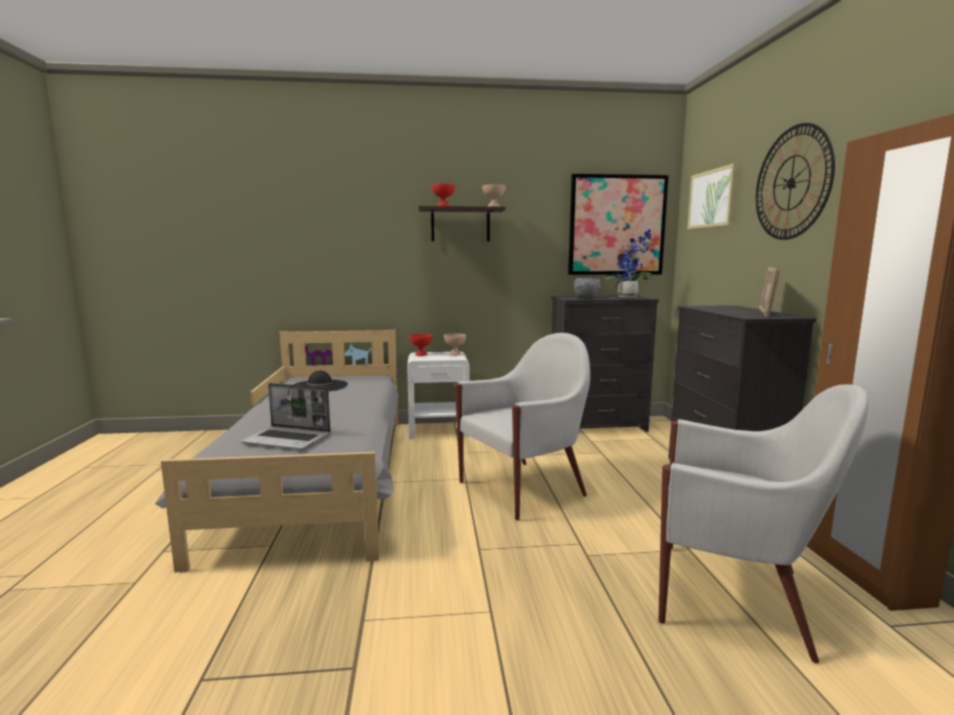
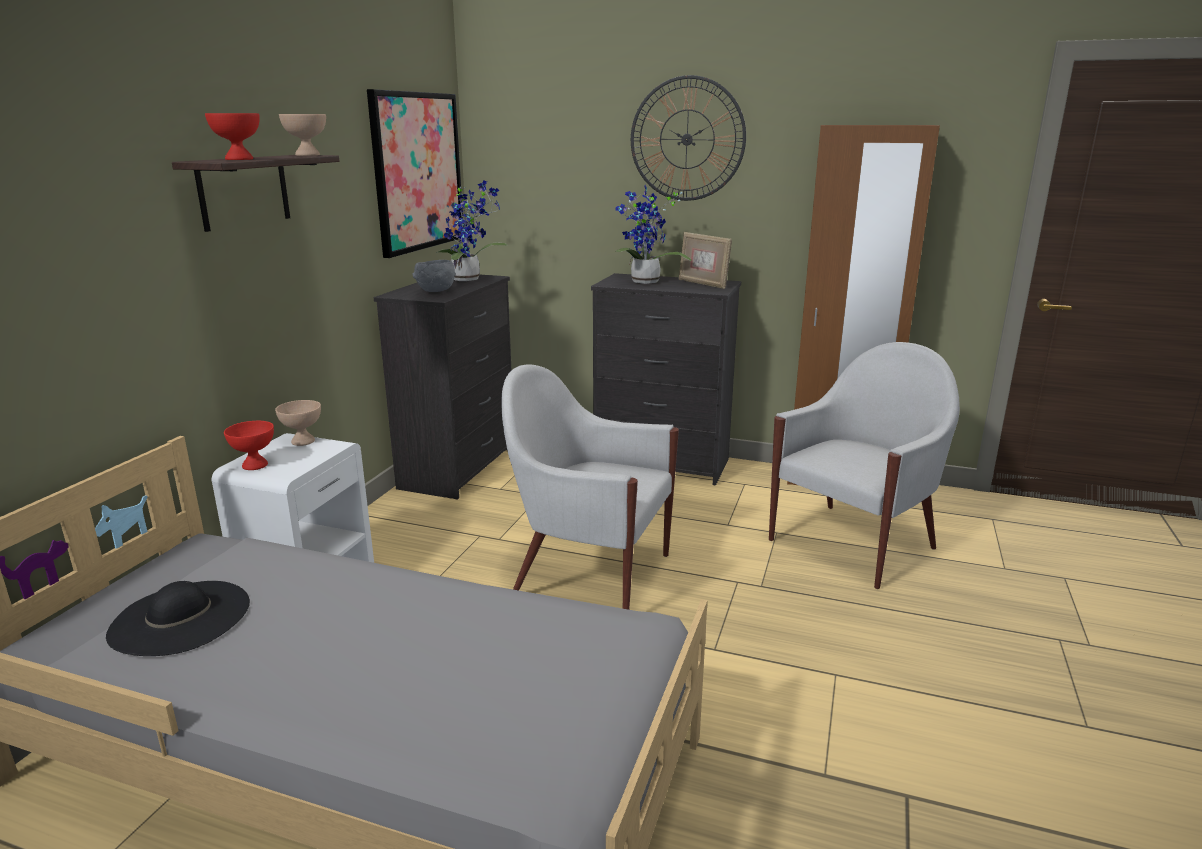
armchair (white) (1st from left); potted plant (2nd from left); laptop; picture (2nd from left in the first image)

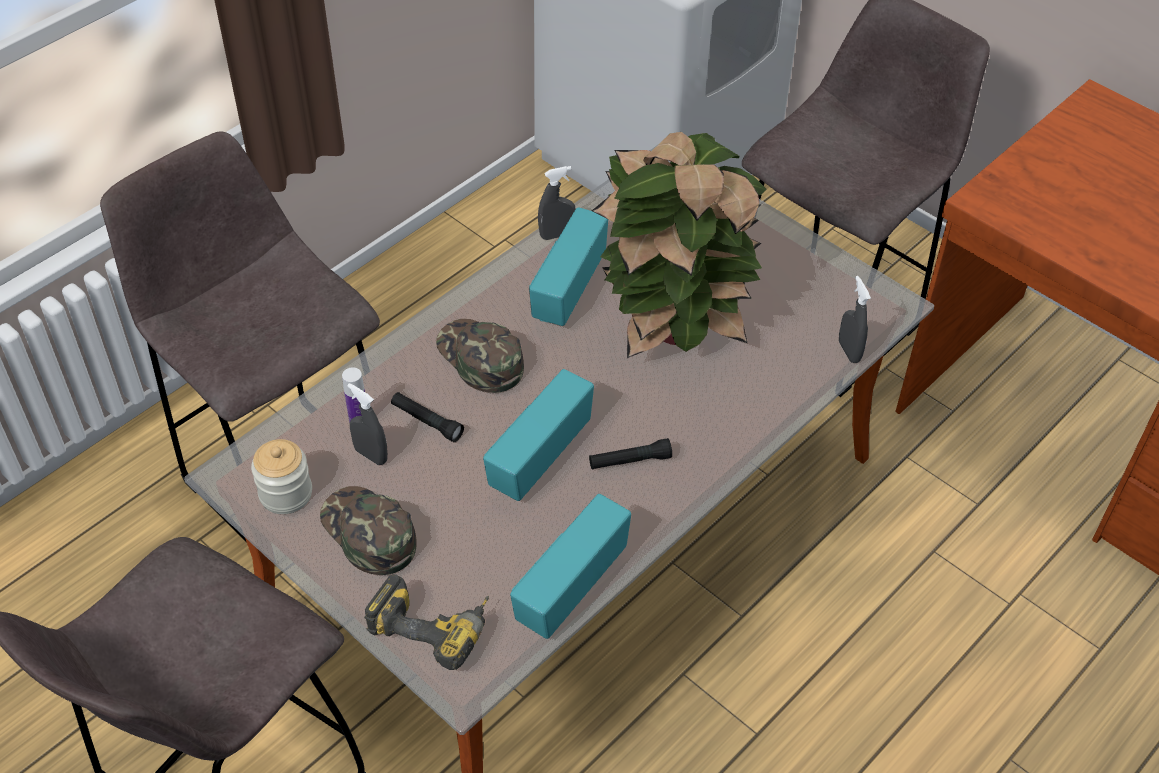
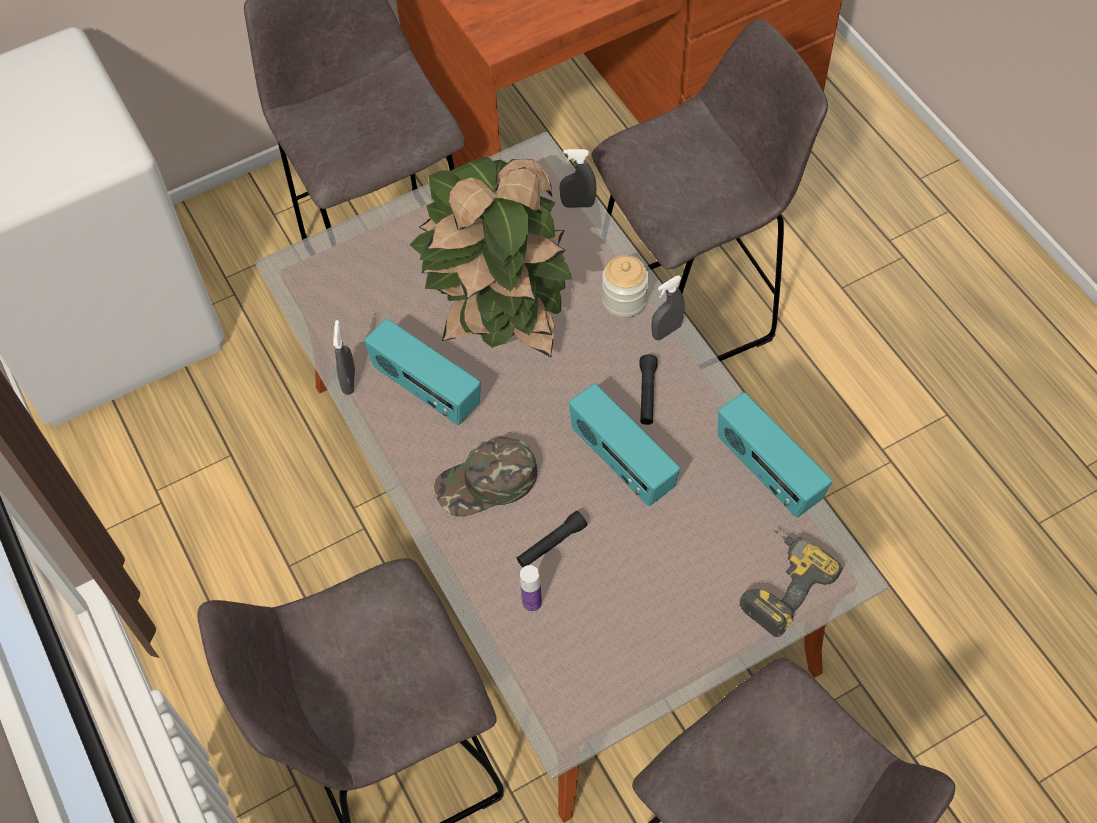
stool (grey) (3rd from left); jar; spray bottle (grey) (3rd from left); cap (green) (1st from left in the first image)

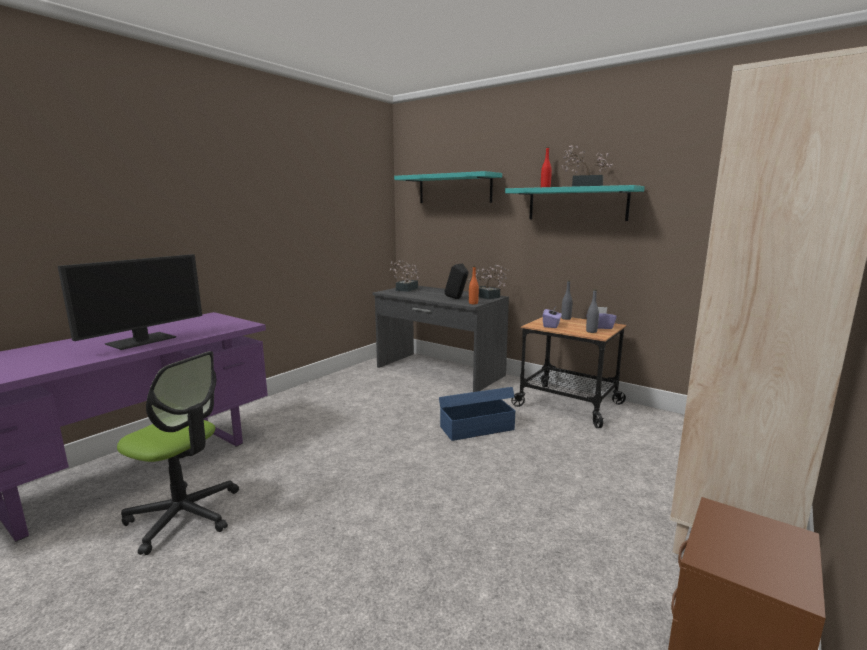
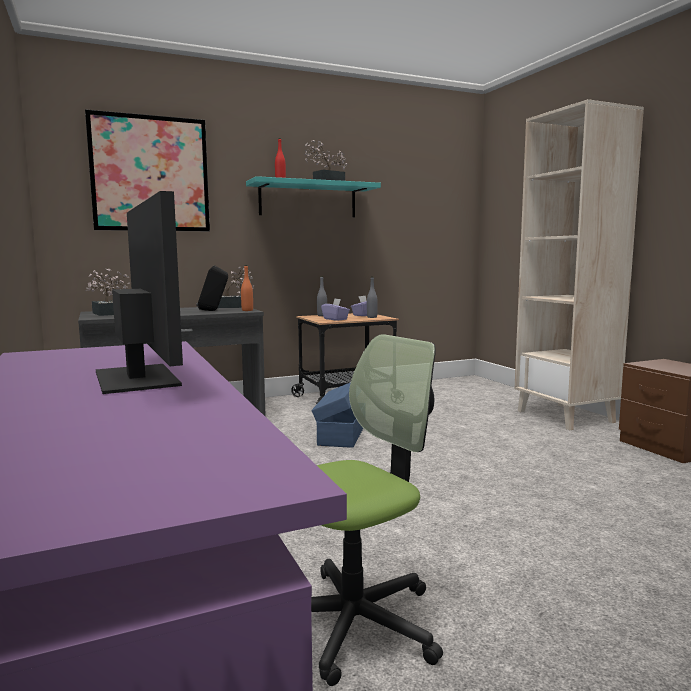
picture

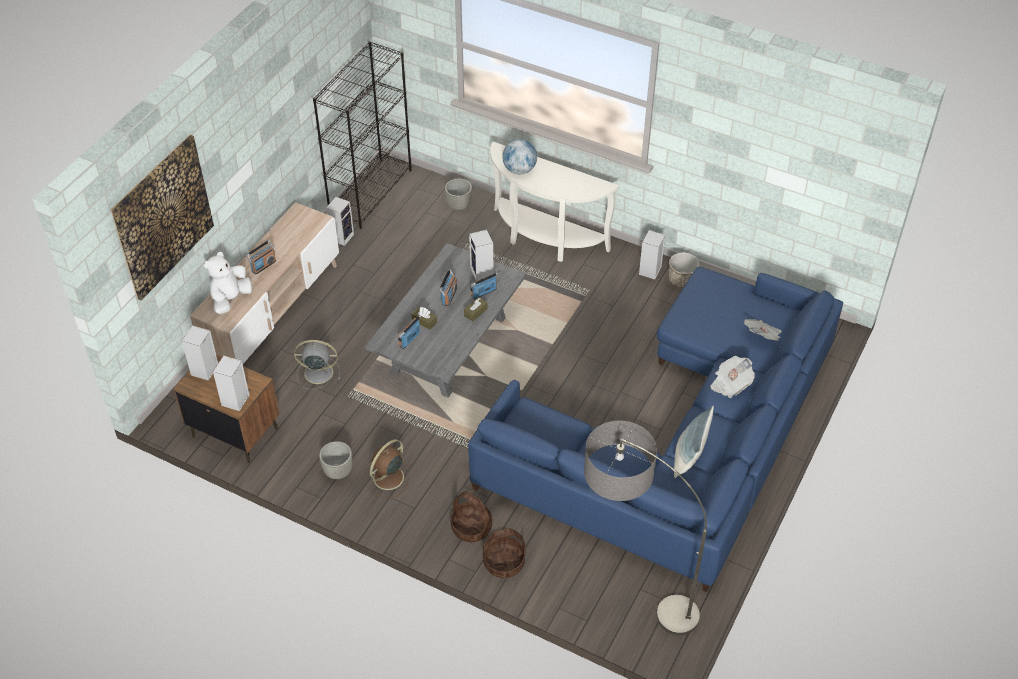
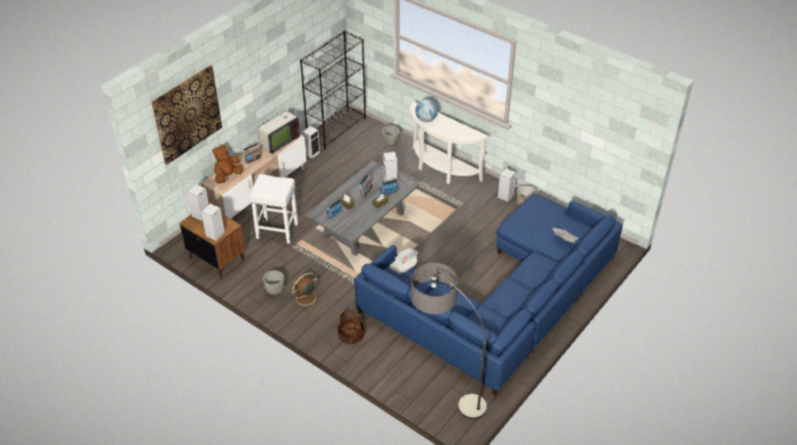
plush toy (brown); stool (white); television; newspaper (1st from left); basket (2nd from left in the first image); pillow

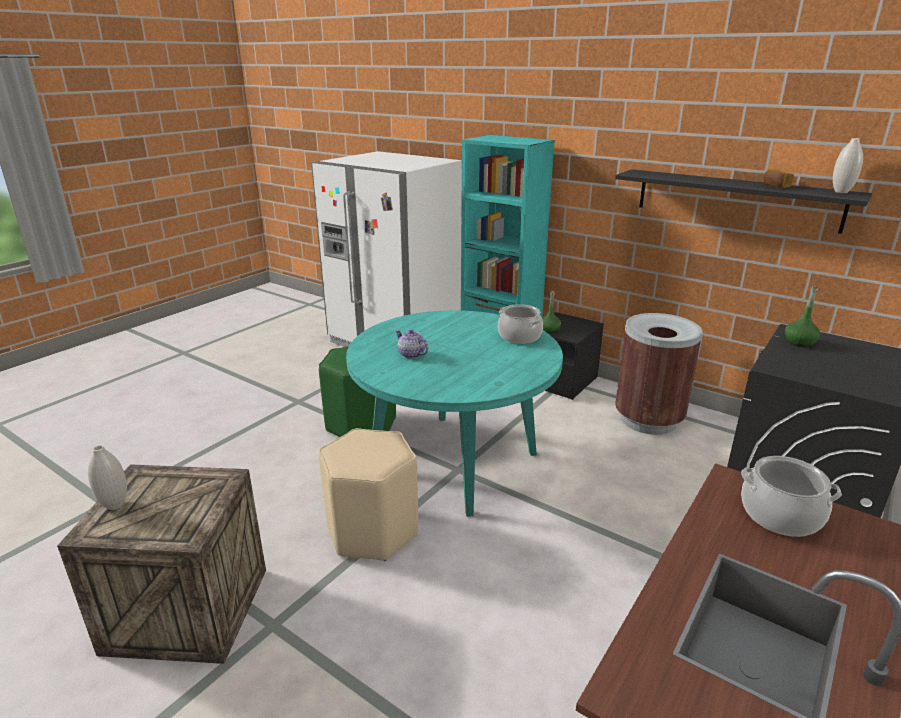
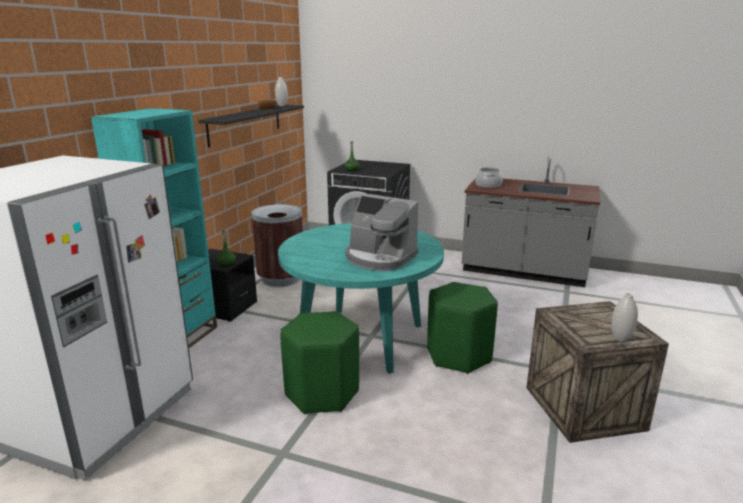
coffee machine; stool (green) (2nd from left); cooking pot (1st from left in the first image)

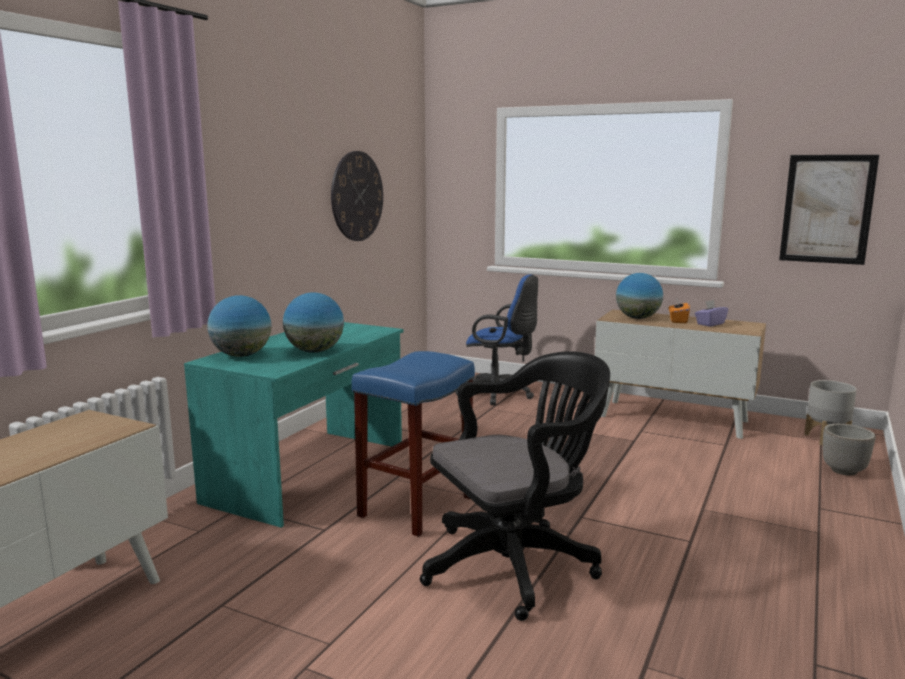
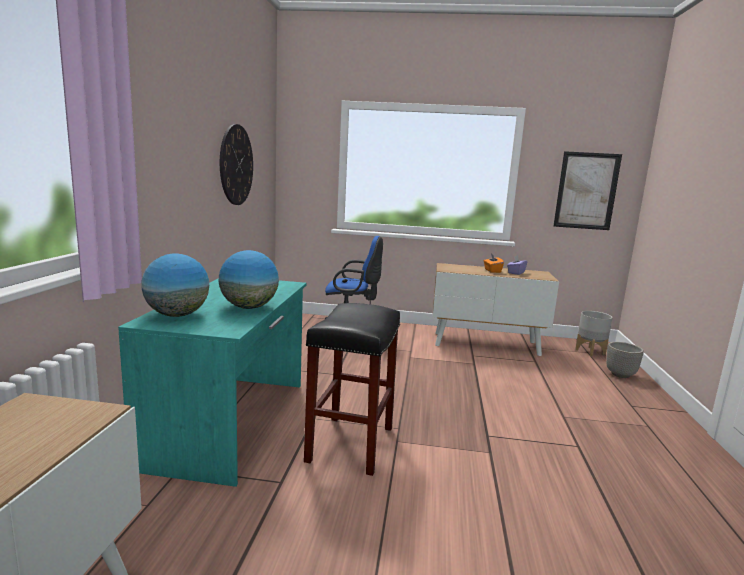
stool (black); office chair (black); globe (3rd from left in the first image)

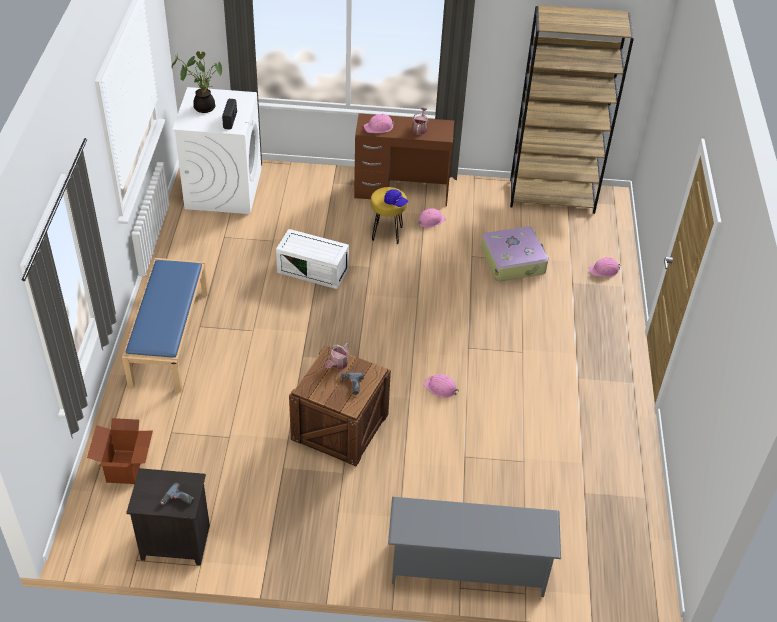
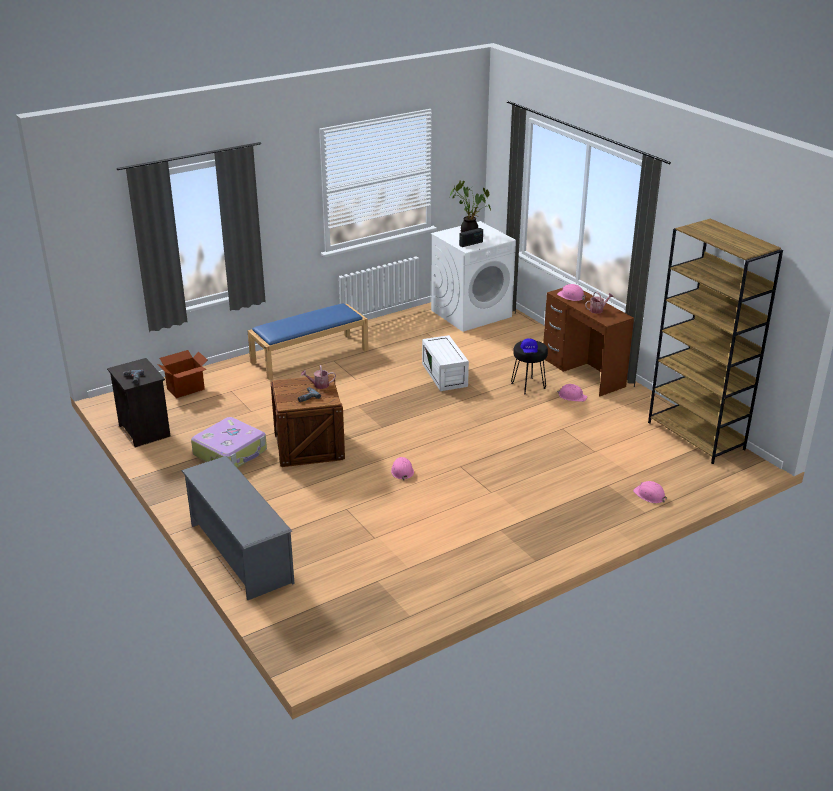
suitcase; stool (black)

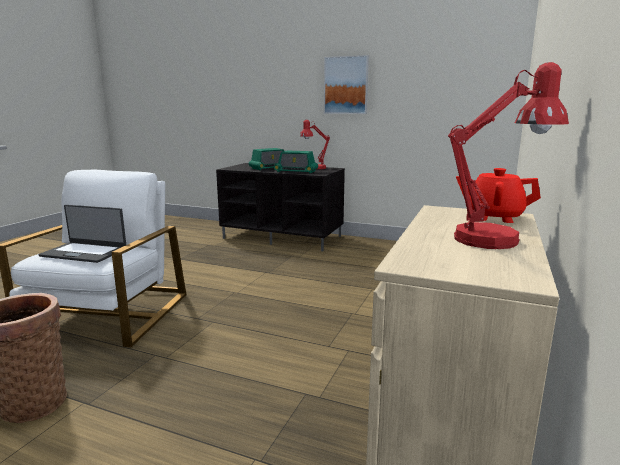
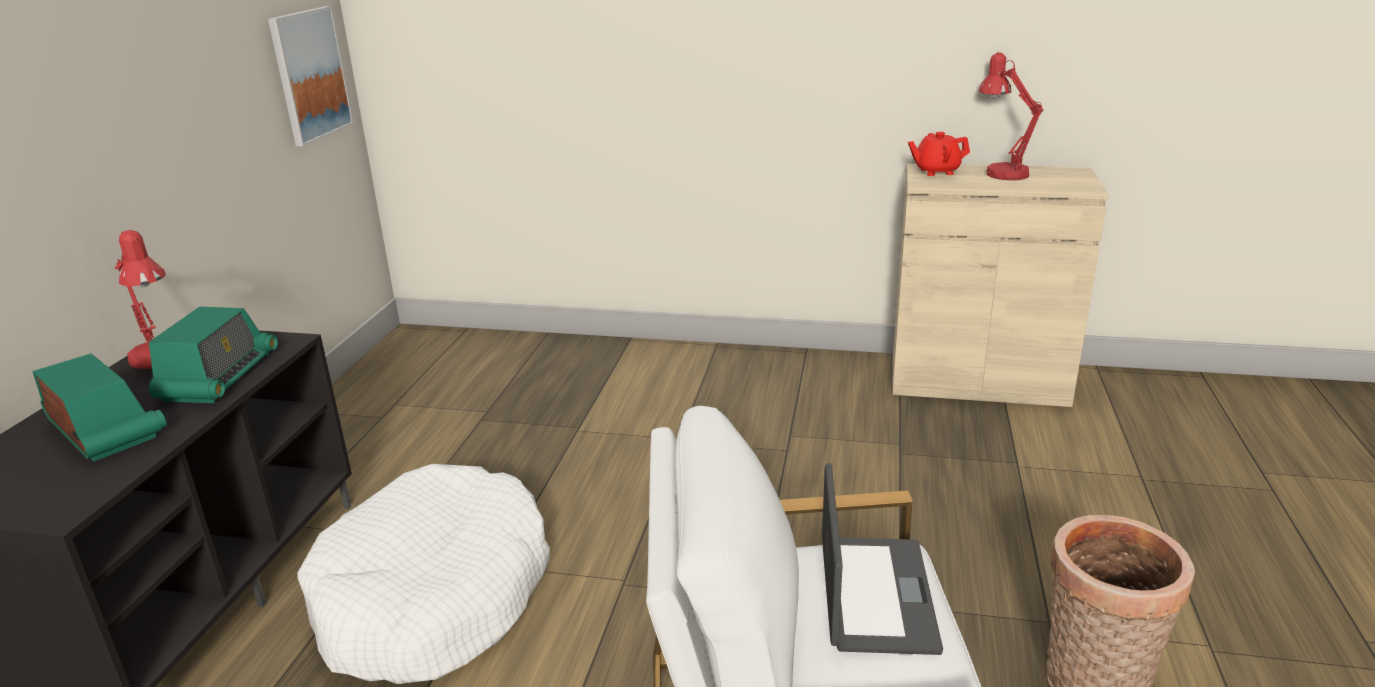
picture; dog bed (white); teapot (red)

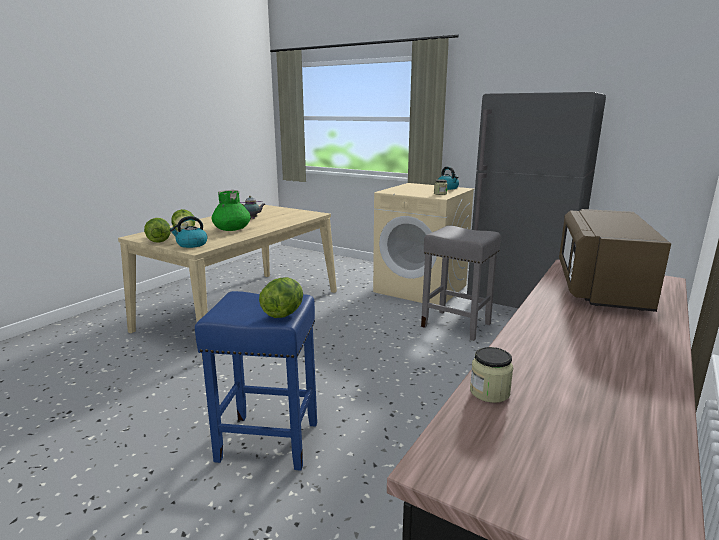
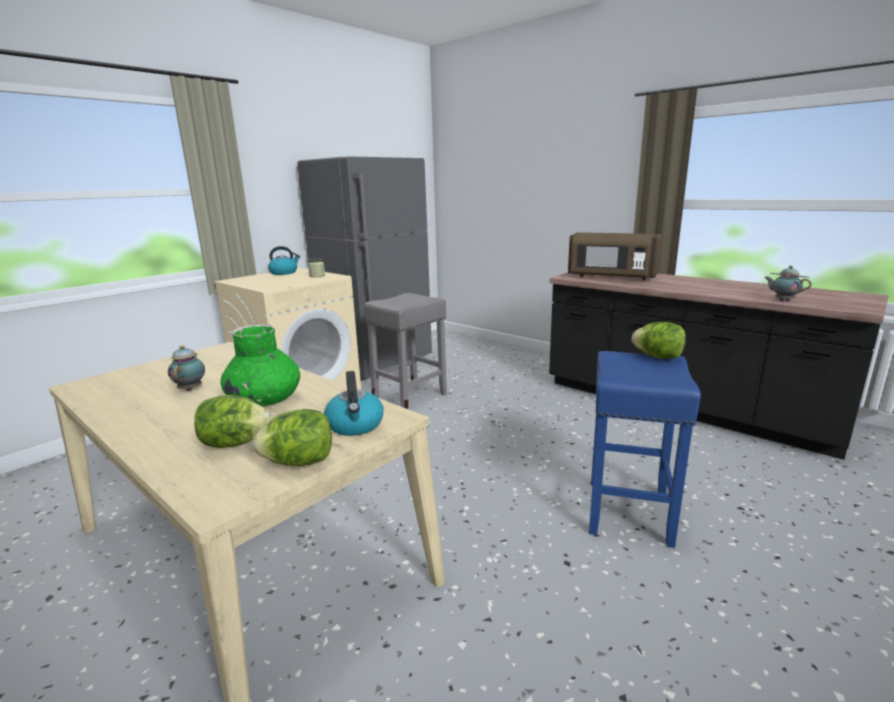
teapot (2nd from left)

